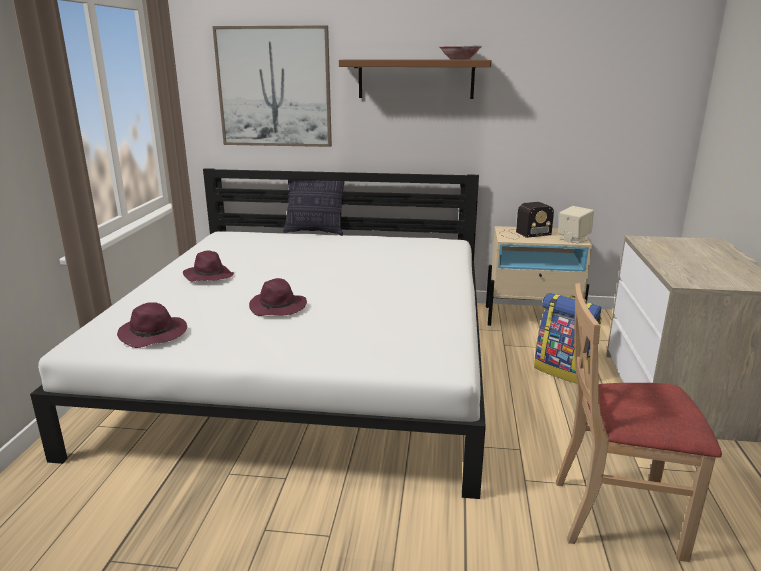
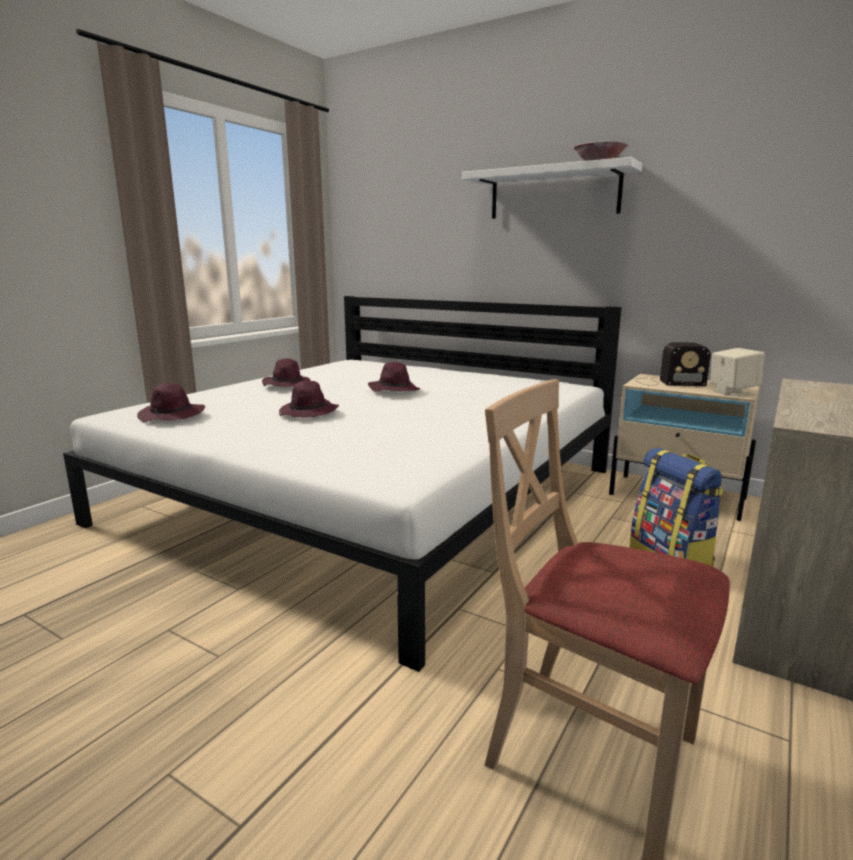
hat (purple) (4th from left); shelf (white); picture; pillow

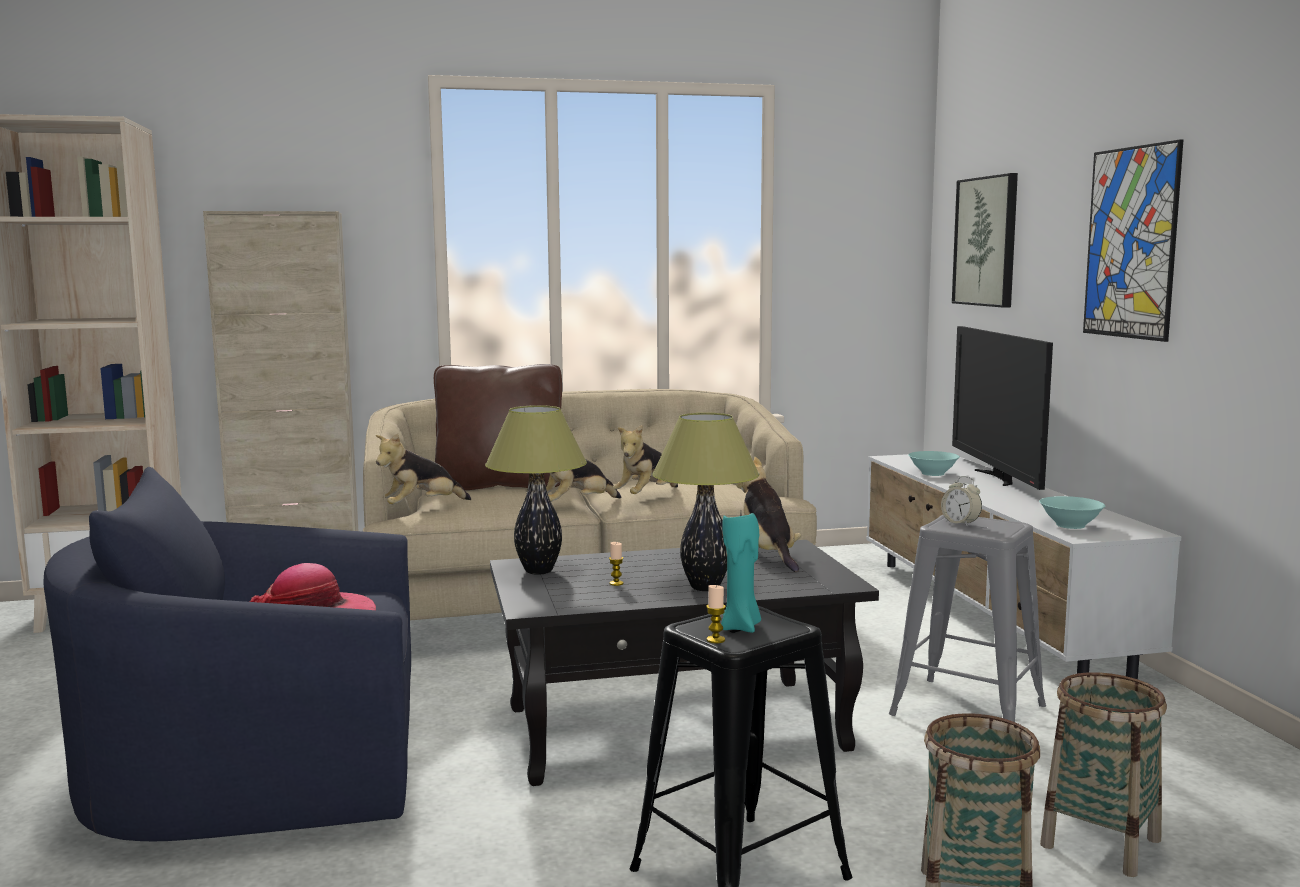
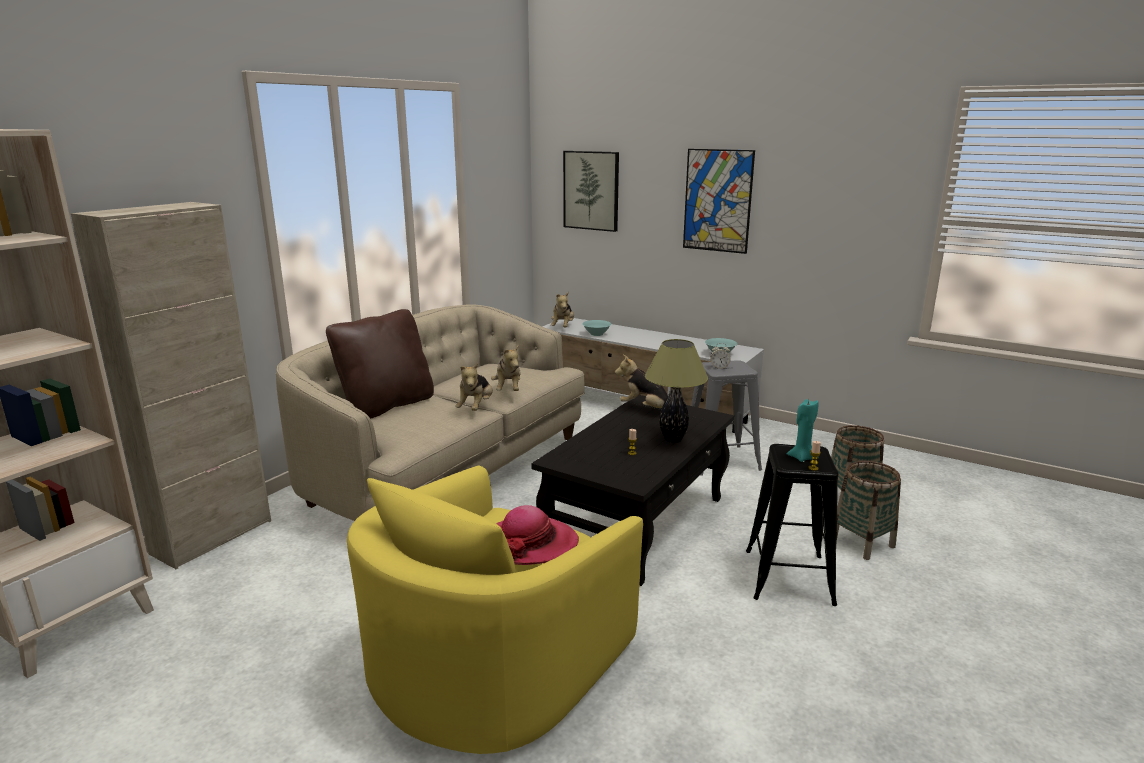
armchair (yellow); plush toy (3rd from left); table lamp (1st from left in the first image); television

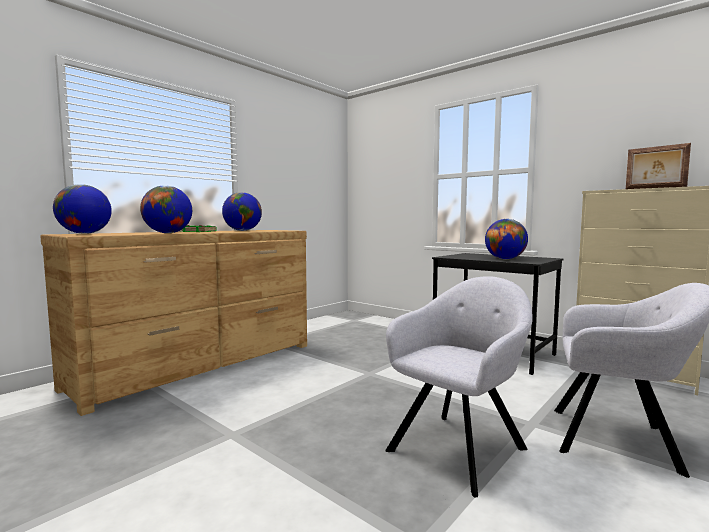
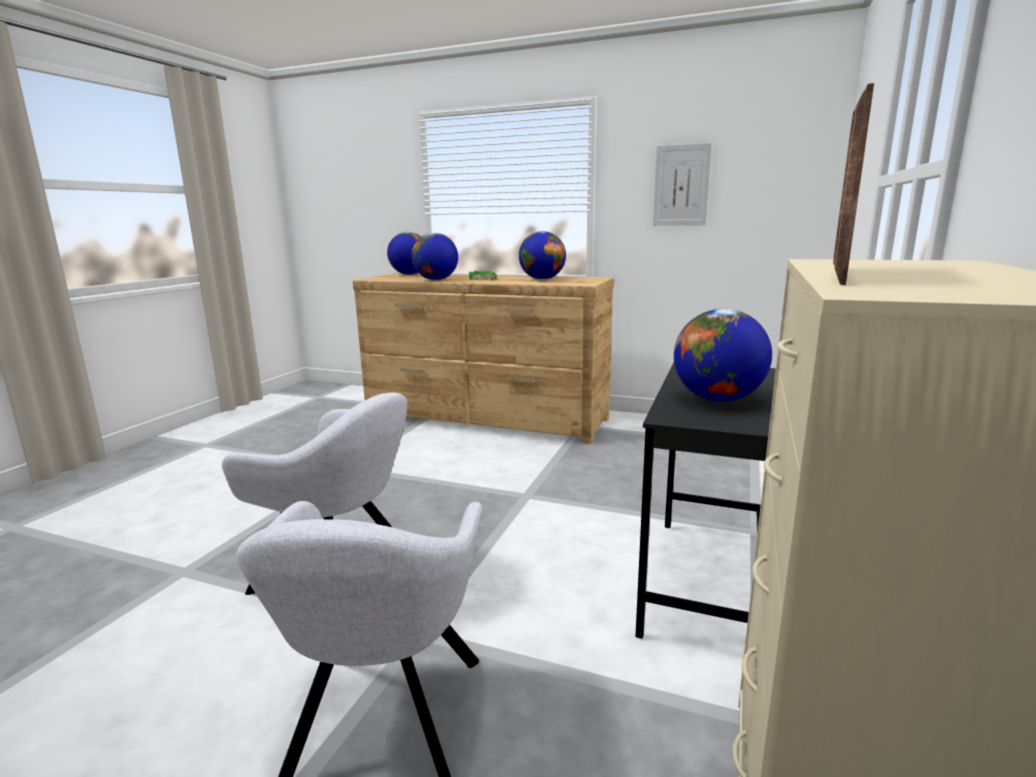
picture

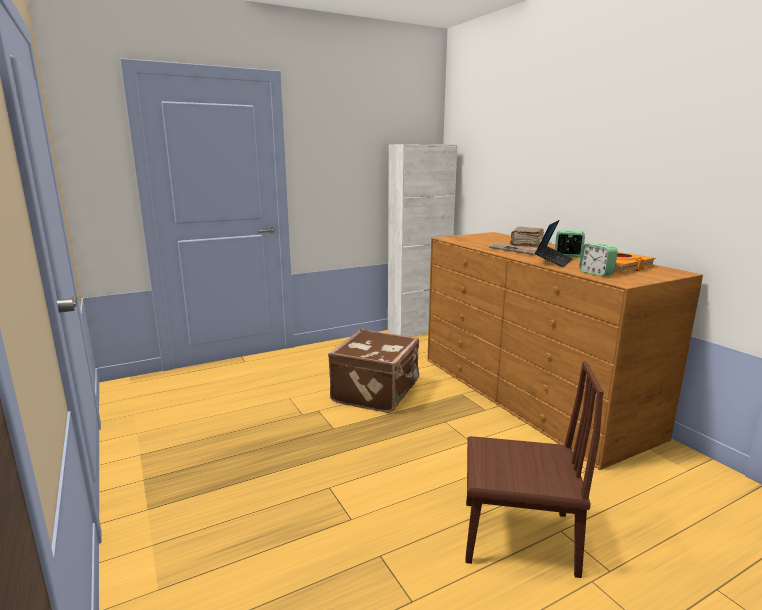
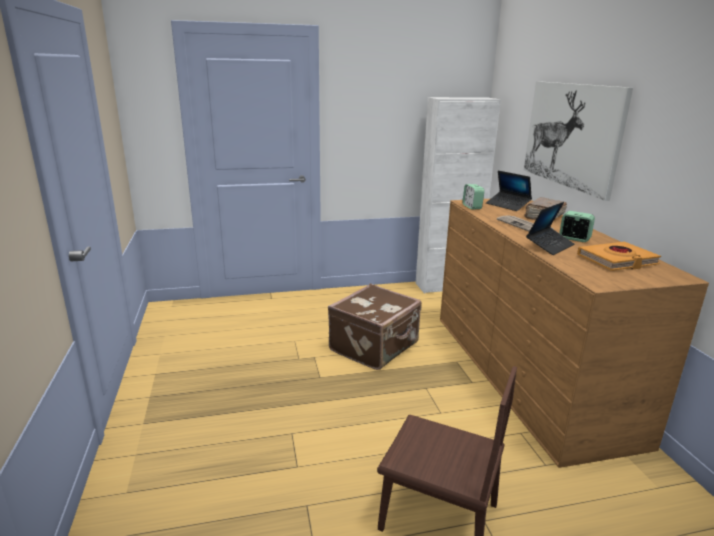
alarm clock (1st from left); laptop (1st from left); picture

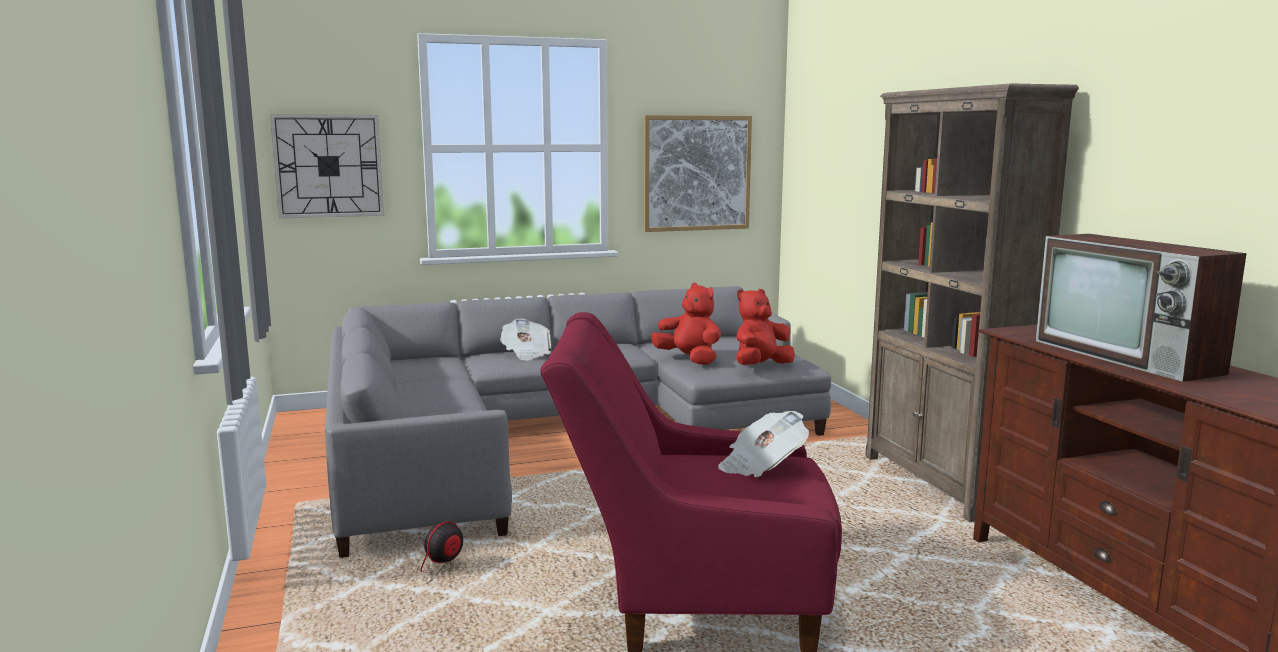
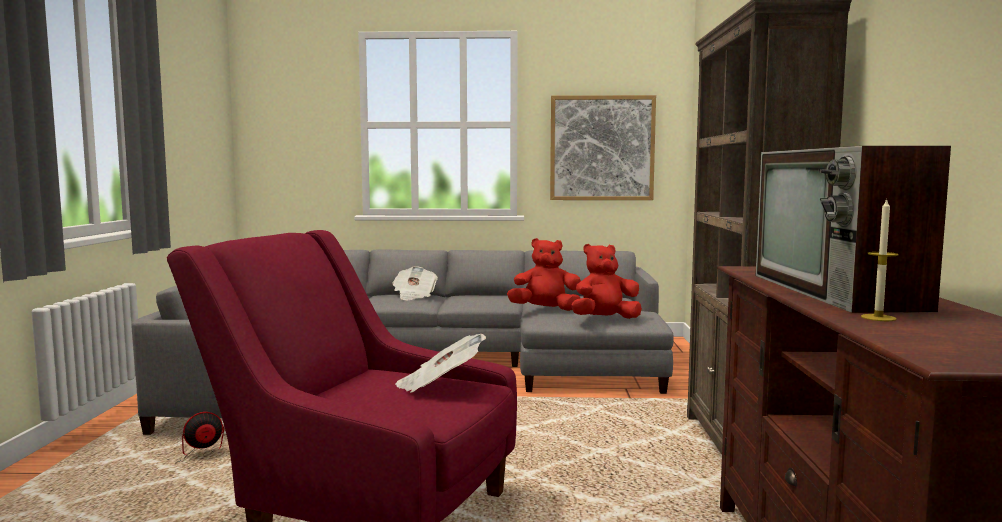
plush toy (red) (1st from left); candle; wall clock

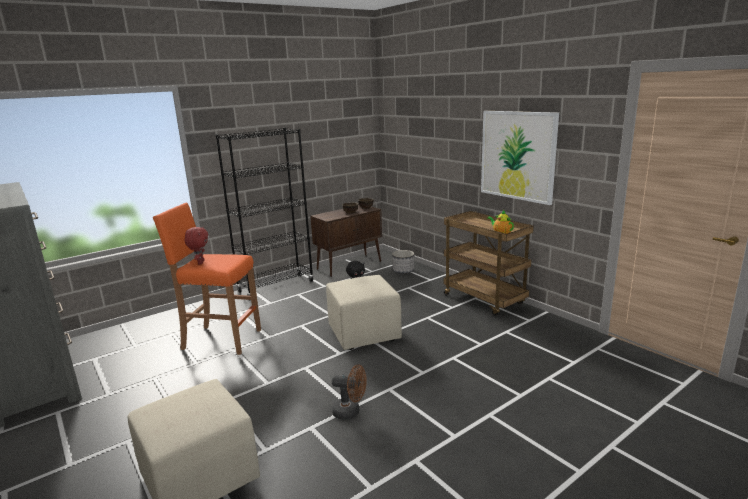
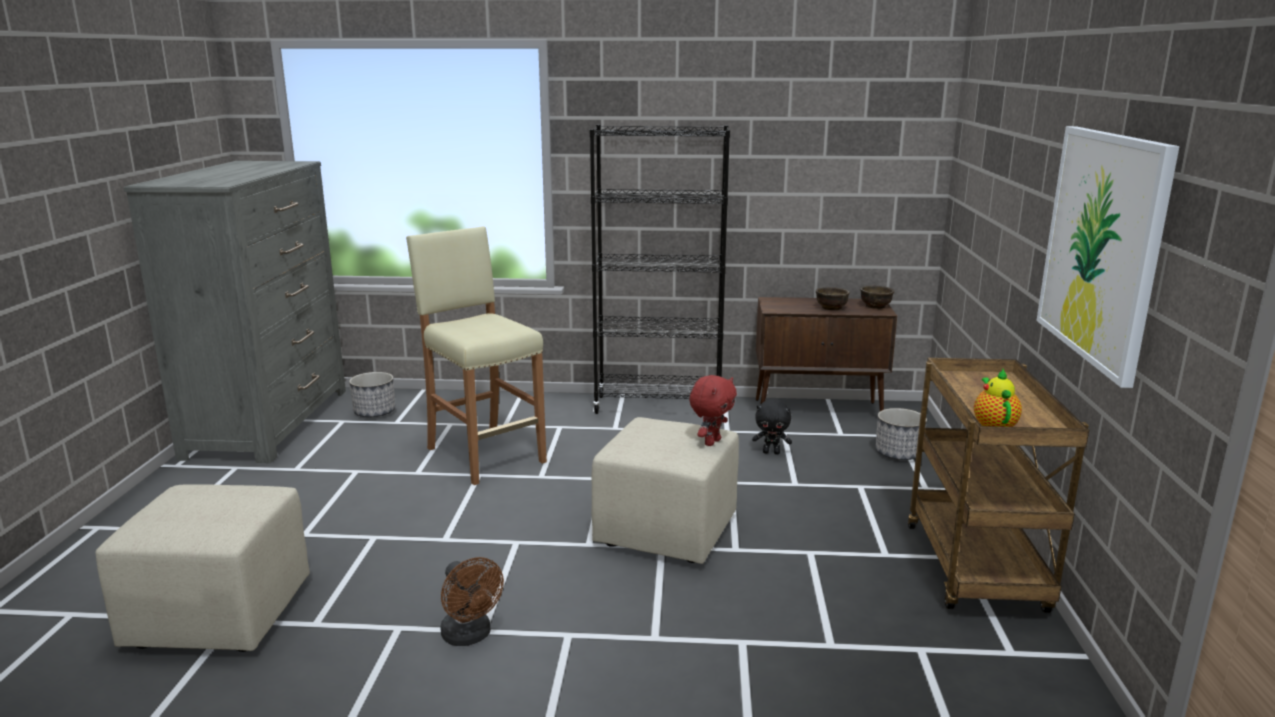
planter (1st from left); stool (beige); plush toy (red)

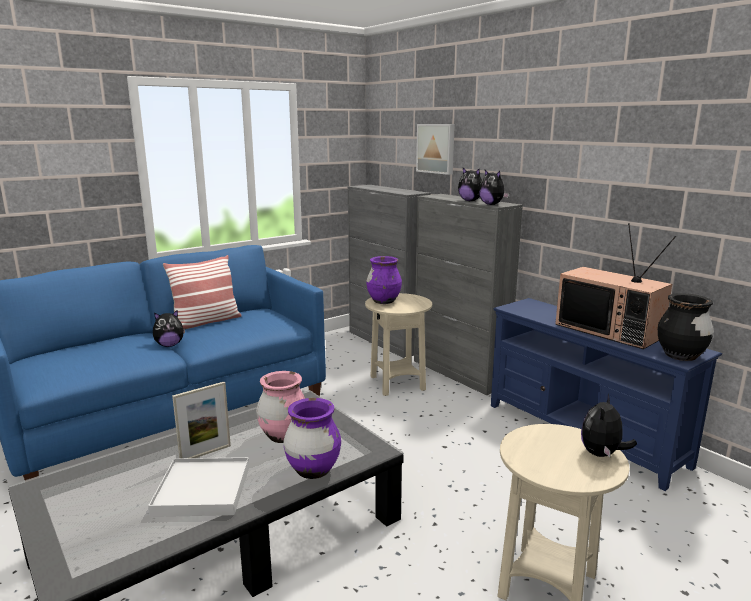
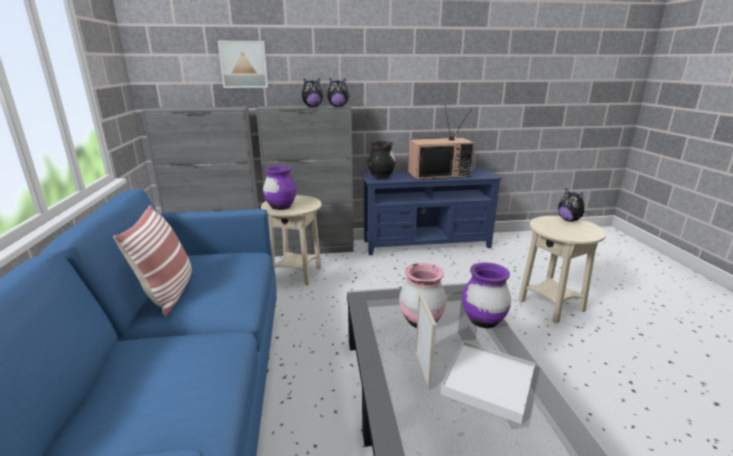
vase (black); plush toy (1st from left in the first image)

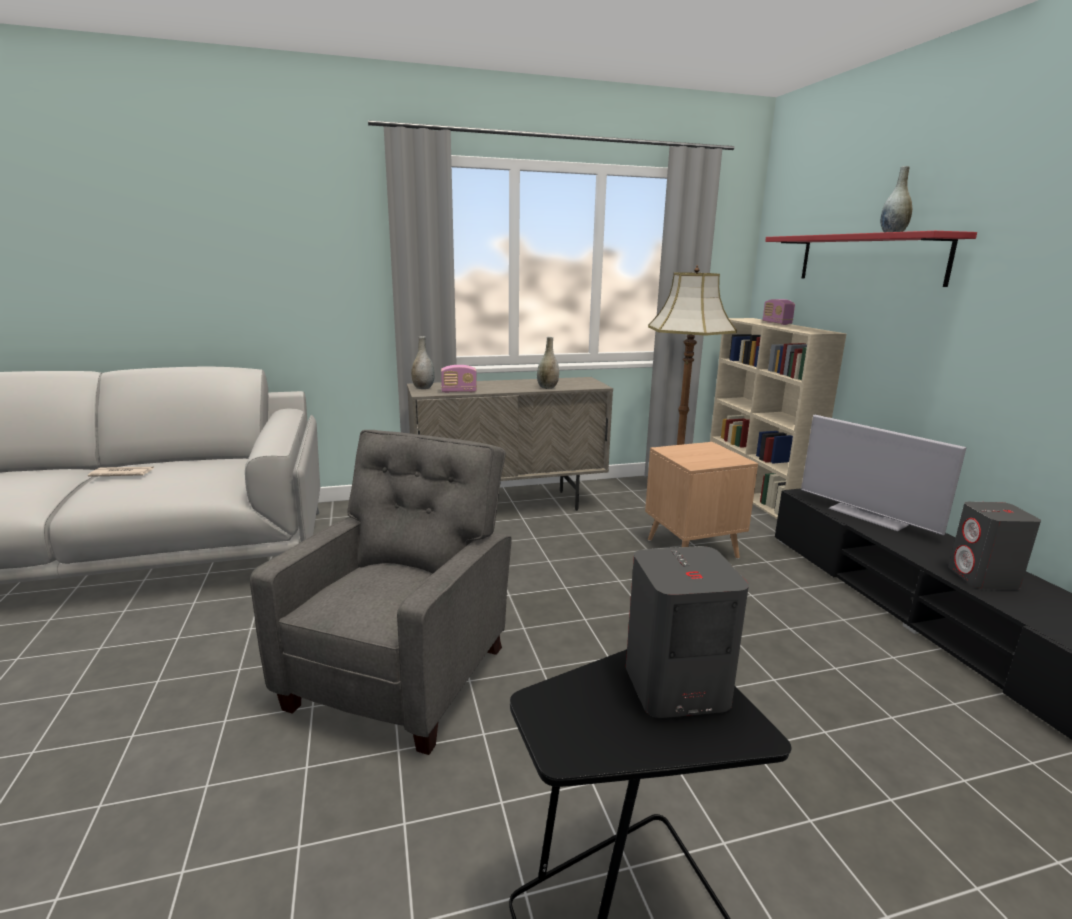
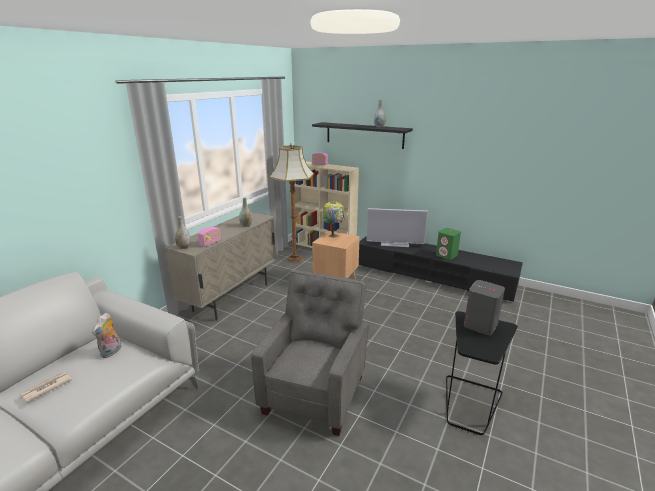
plush toy; armchair (grey); shelf (black); table lamp; speaker (green)

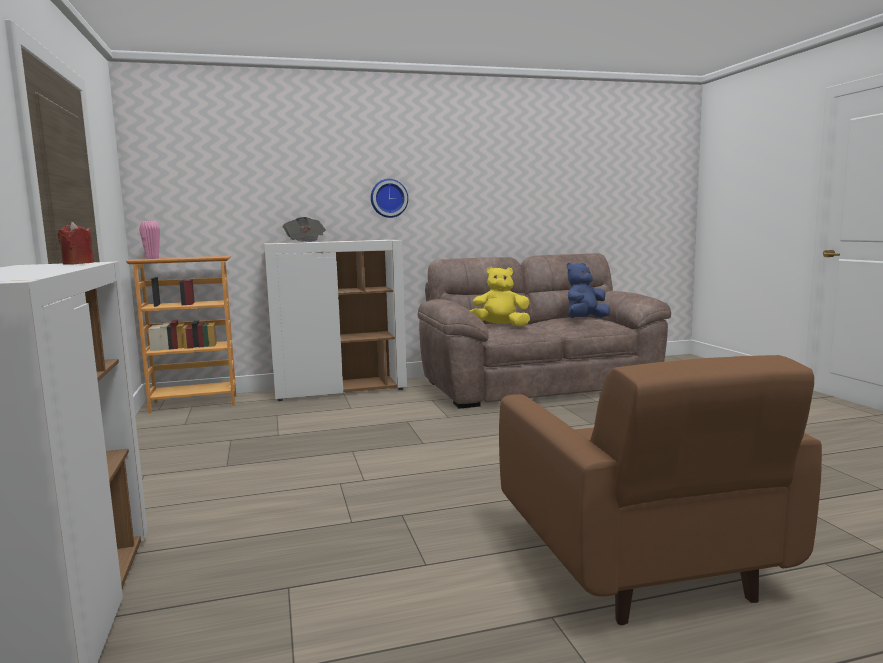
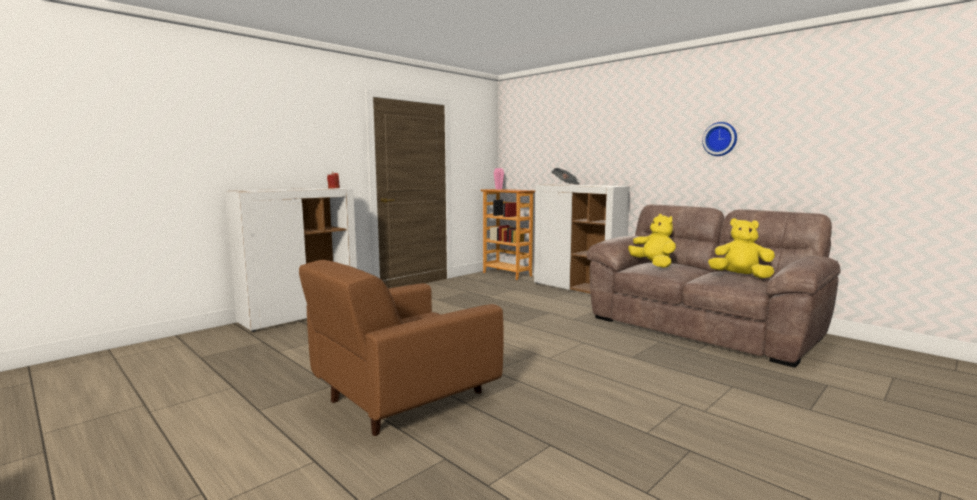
wall clock; plush toy (yellow) (2nd from left)

